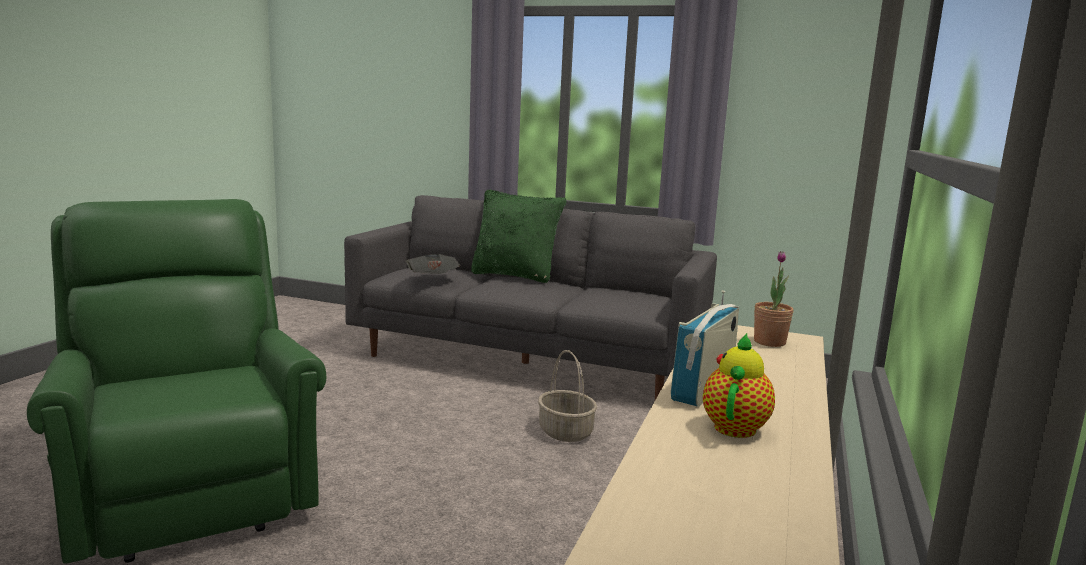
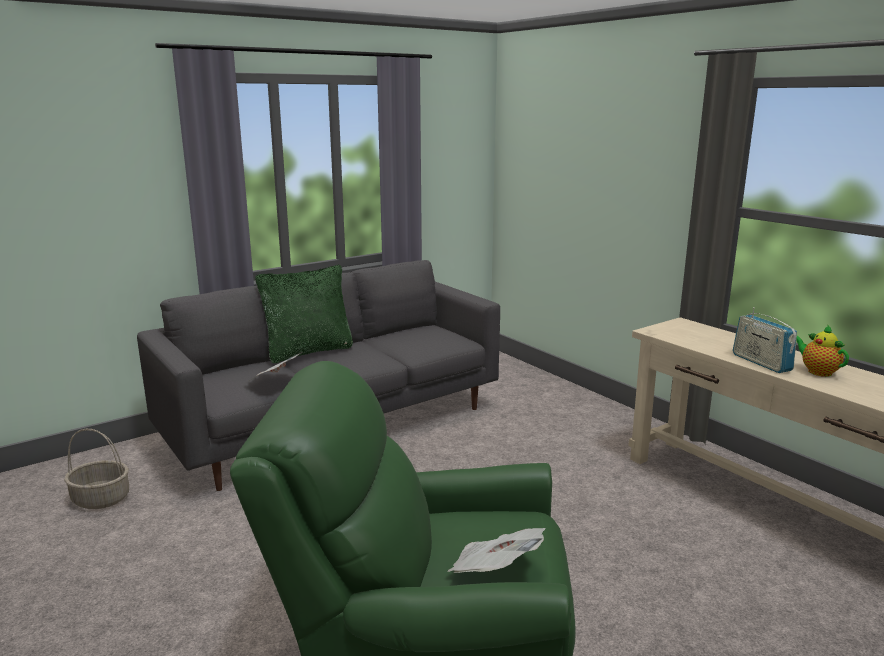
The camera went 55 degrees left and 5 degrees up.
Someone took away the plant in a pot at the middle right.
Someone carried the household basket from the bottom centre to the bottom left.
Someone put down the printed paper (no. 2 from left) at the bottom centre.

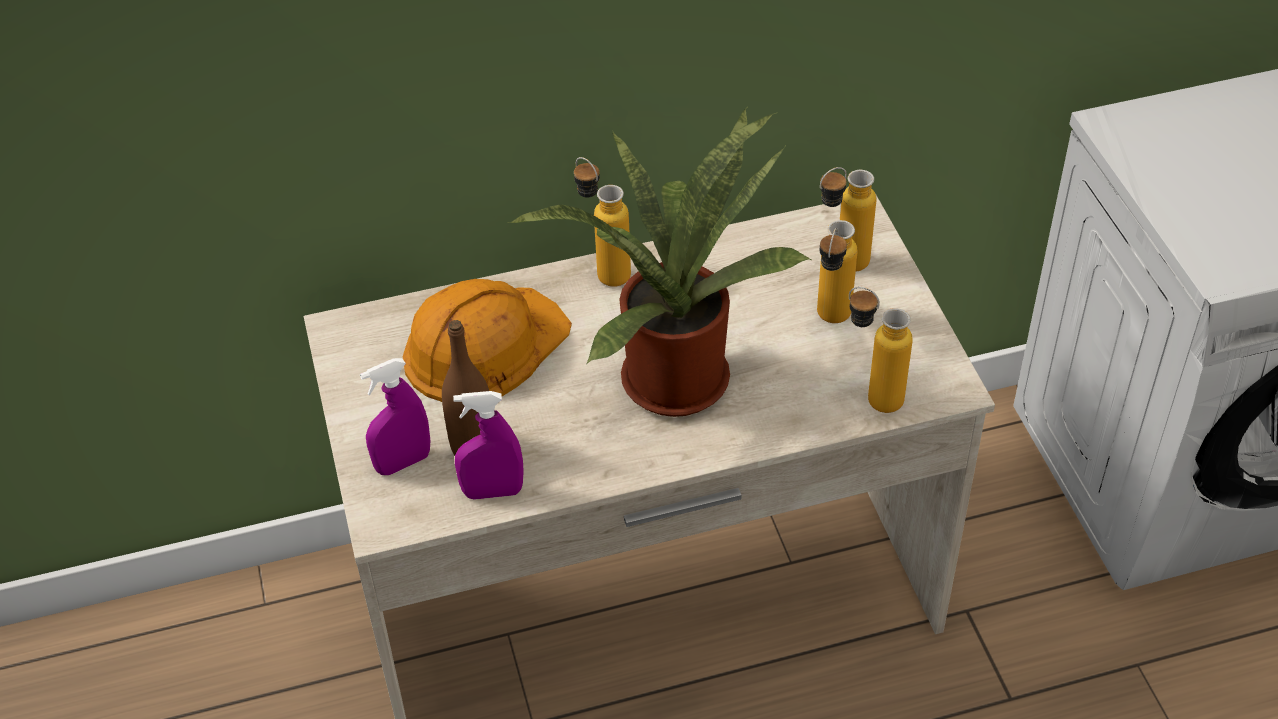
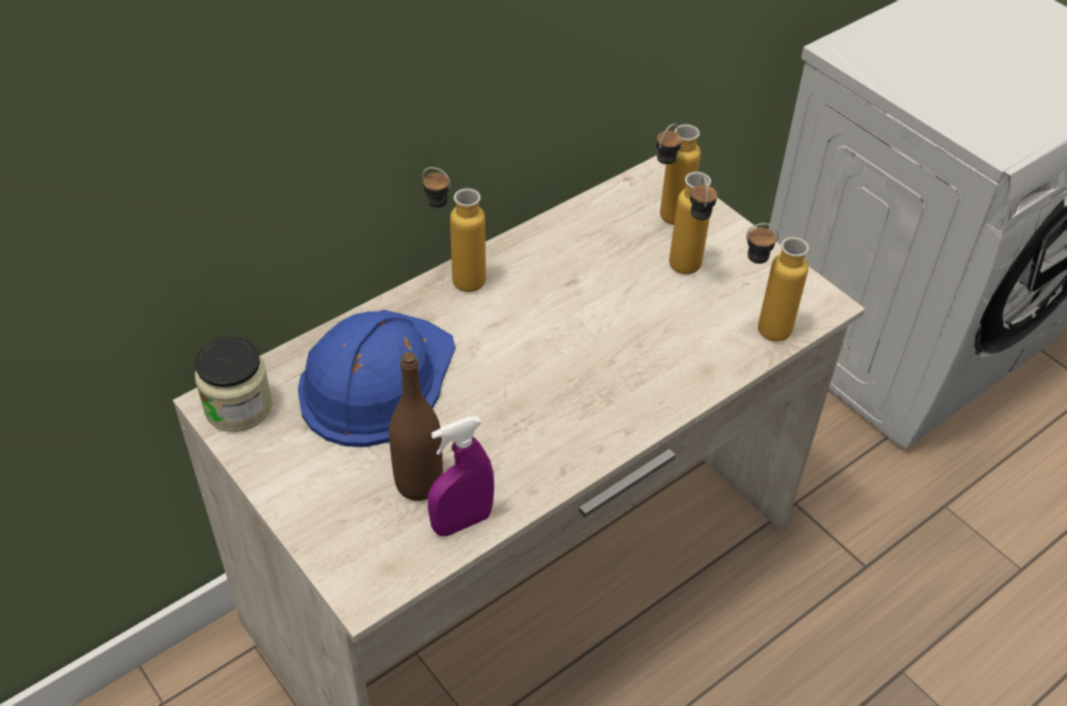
The camera went 25 degrees left and 0 degrees up.
Someone took away the plant in a pot at the centre.
Someone repainted the work helmet (orange) at the centre, which became the work helmet (blue-coloured) at the centre.
Someone took away the sprayer (purplish) (no. 1 from left) at the middle left.
Someone put down the storage jar at the middle left.

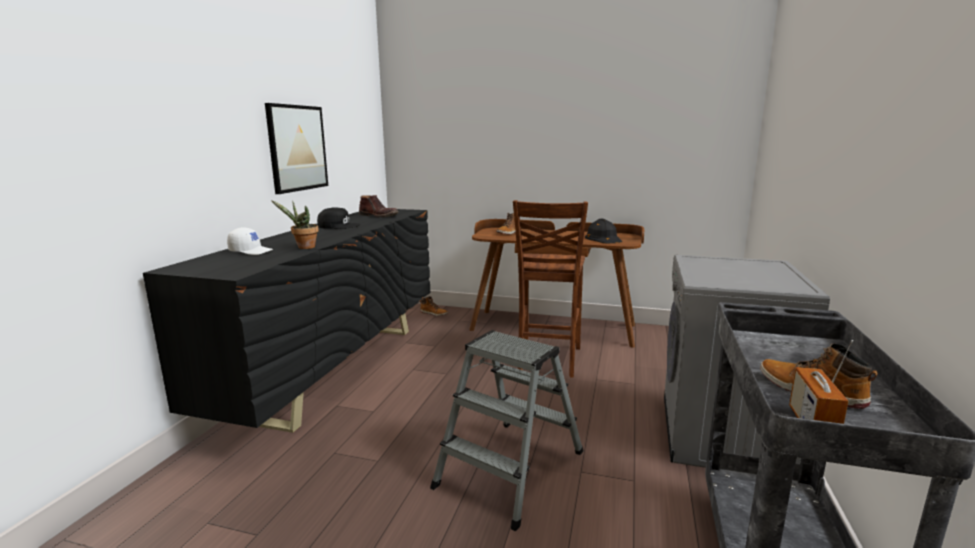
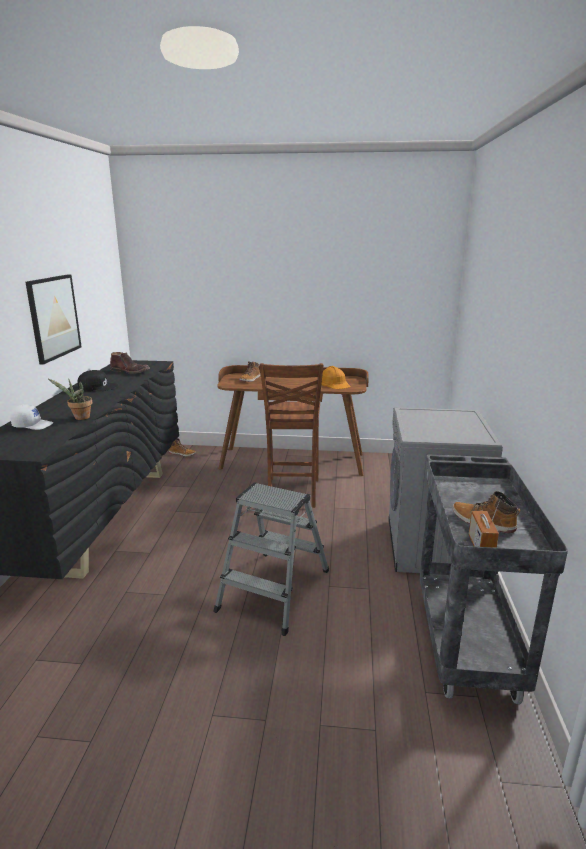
The camera went 10 degrees left and 5 degrees up.
Someone repainted the work helmet (blackish) at the centre, which became the work helmet (orange) at the centre.

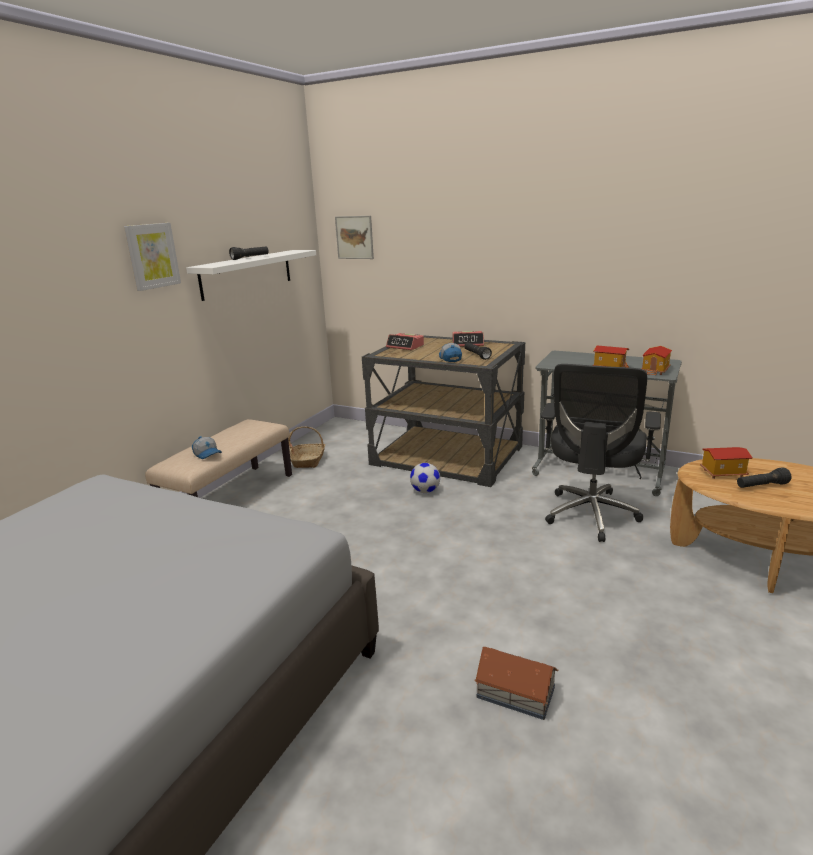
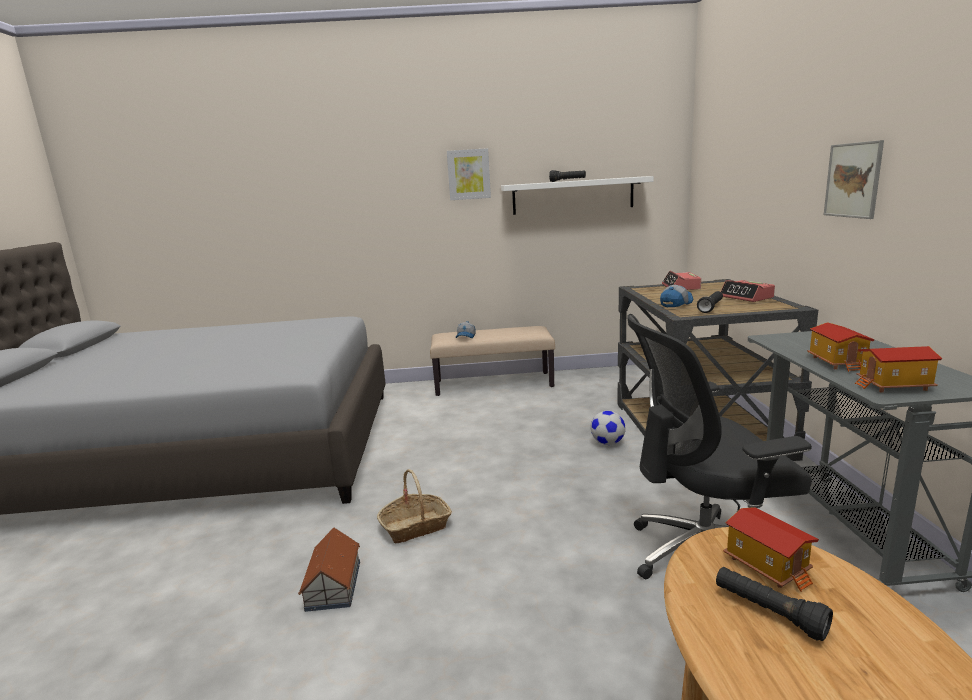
The camera went 60 degrees right and 5 degrees down.
Someone carried the picture (no. 2 from left) from the top centre to the top right.
Someone carried the household basket from the centre to the bottom centre.

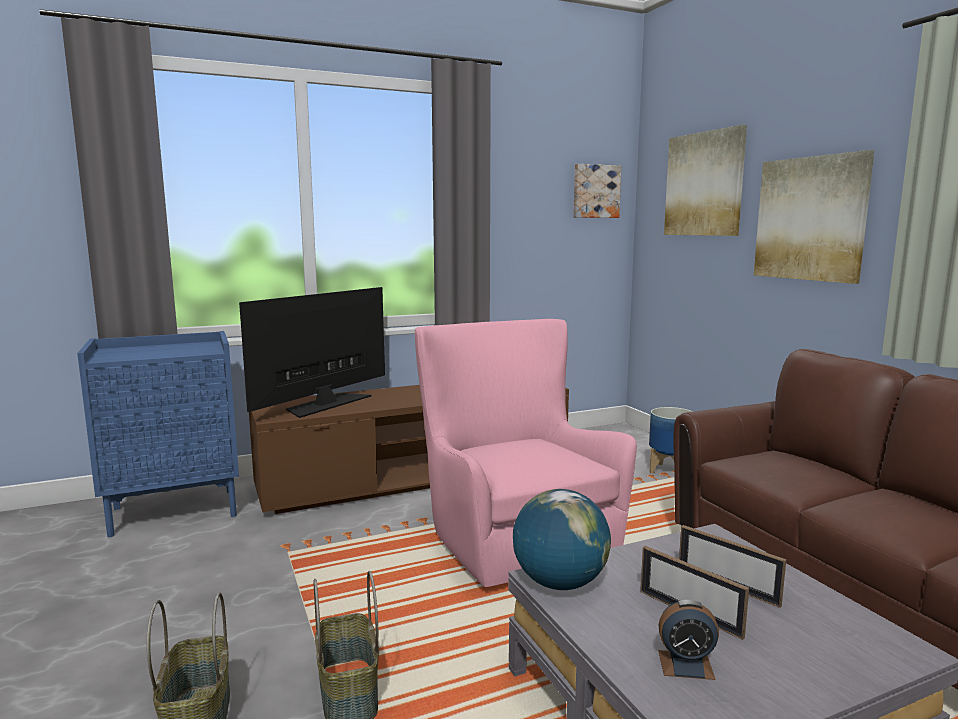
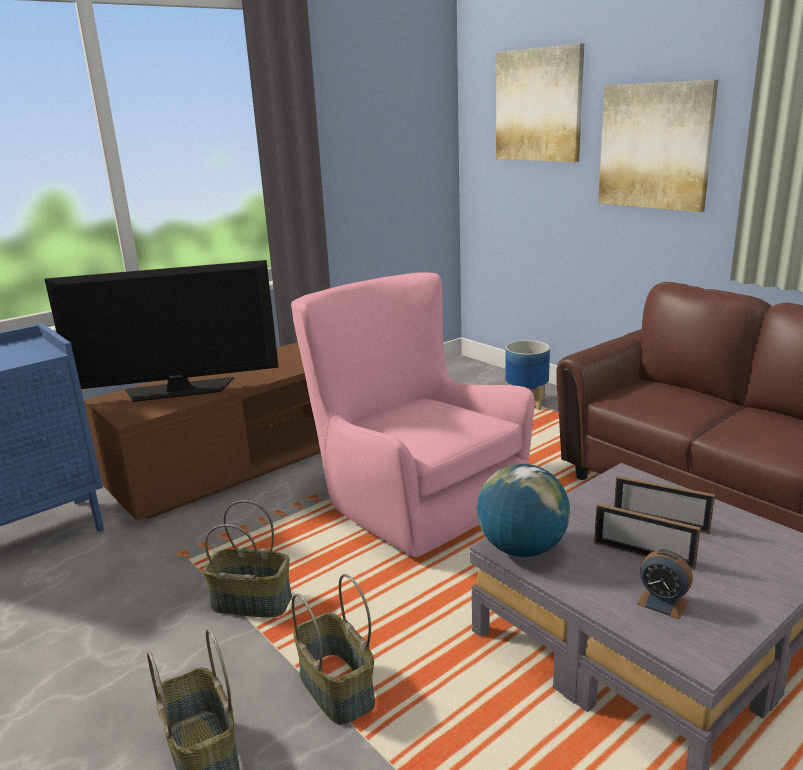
The camera went 15 degrees left and 10 degrees up.
Someone took away the picture (no. 1 from left) at the top centre.
Someone rotated the television at the middle left by 120 degrees counterclockwise.
Someone rotated the alarm clock at the bottom right by 45 degrees clockwise.
Someone put down the household basket (no. 2 from left) at the bottom left.

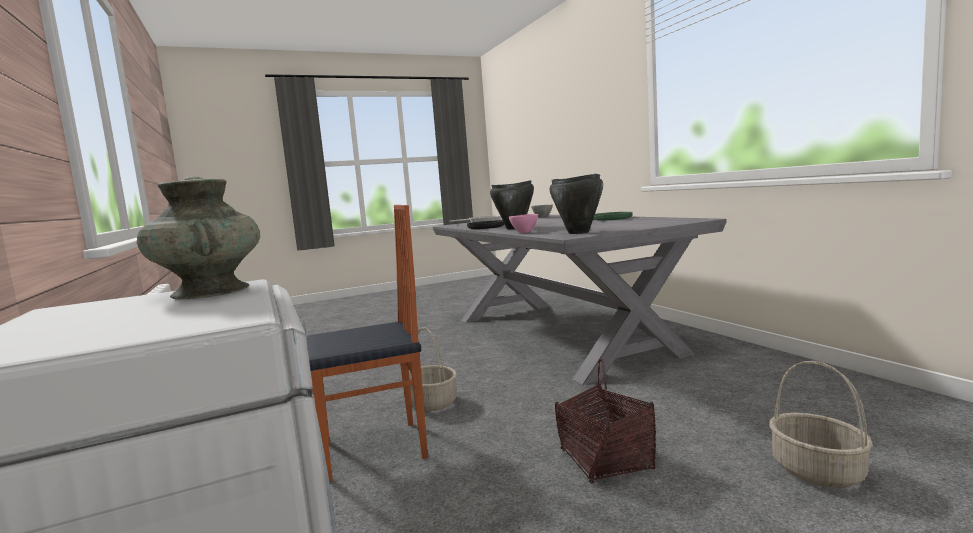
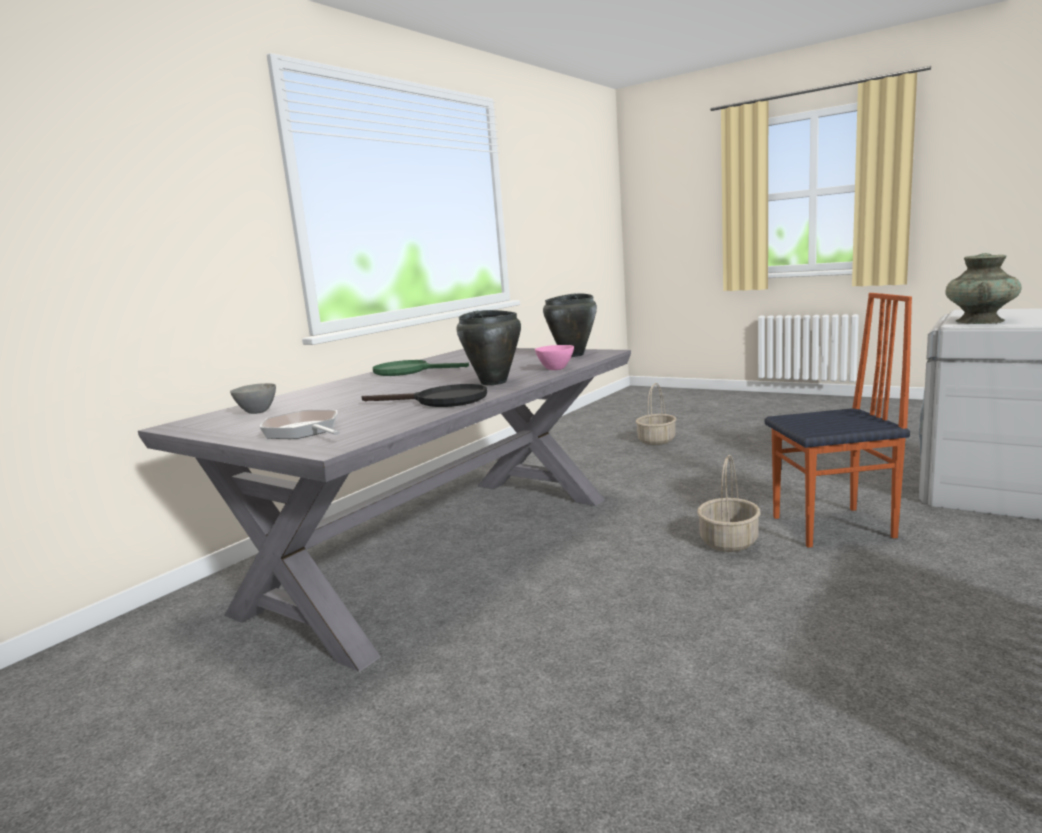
The camera went 120 degrees left and 5 degrees up.
Someone rotated the upright chair at the centre by 135 degrees clockwise.
Someone took away the household basket (no. 2 from left) at the bottom centre.

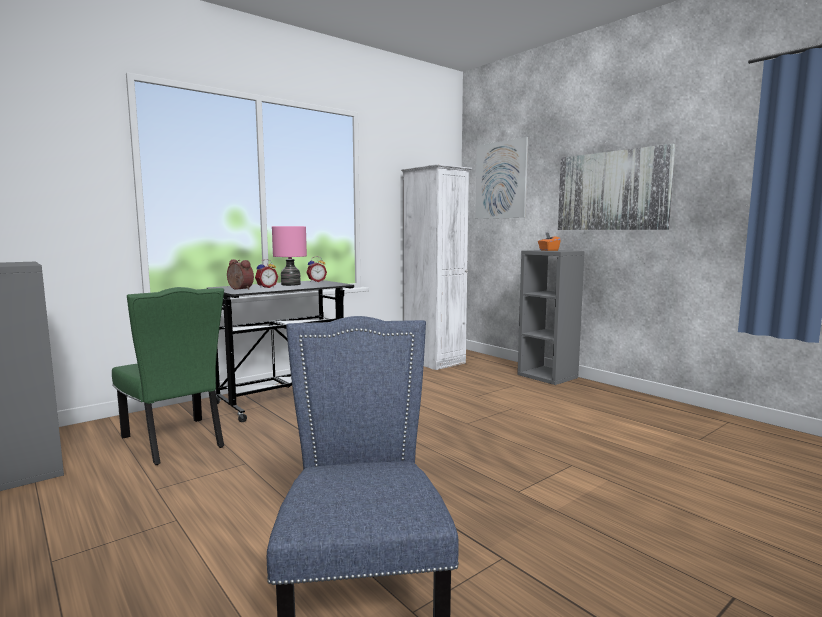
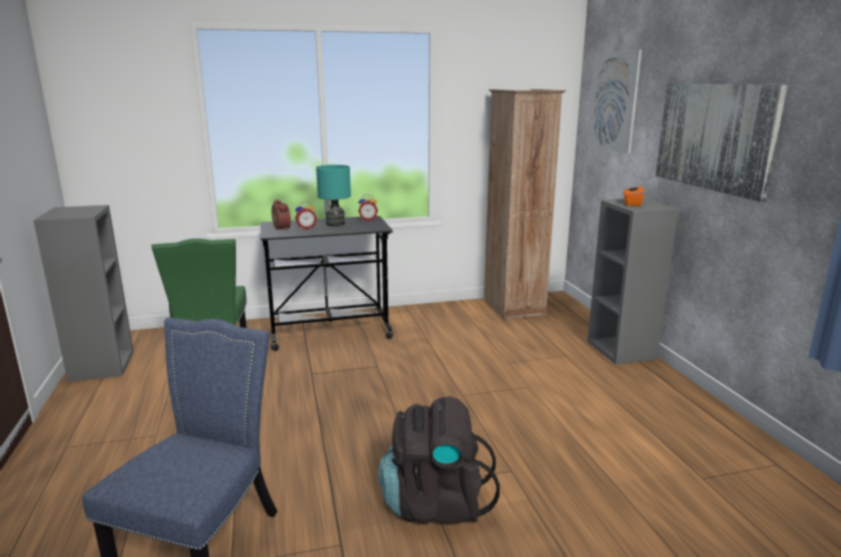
The camera went 25 degrees right and 10 degrees up.
Someone repainted the cabinet (white) at the centre, which became the cabinet (brown-coloured) at the centre.
Someone repainted the tabletop lamp (pink-coloured) at the centre, which became the tabletop lamp (turquoise-coloured) at the centre.
Someone put down the rucksack (blackish) at the bottom centre.

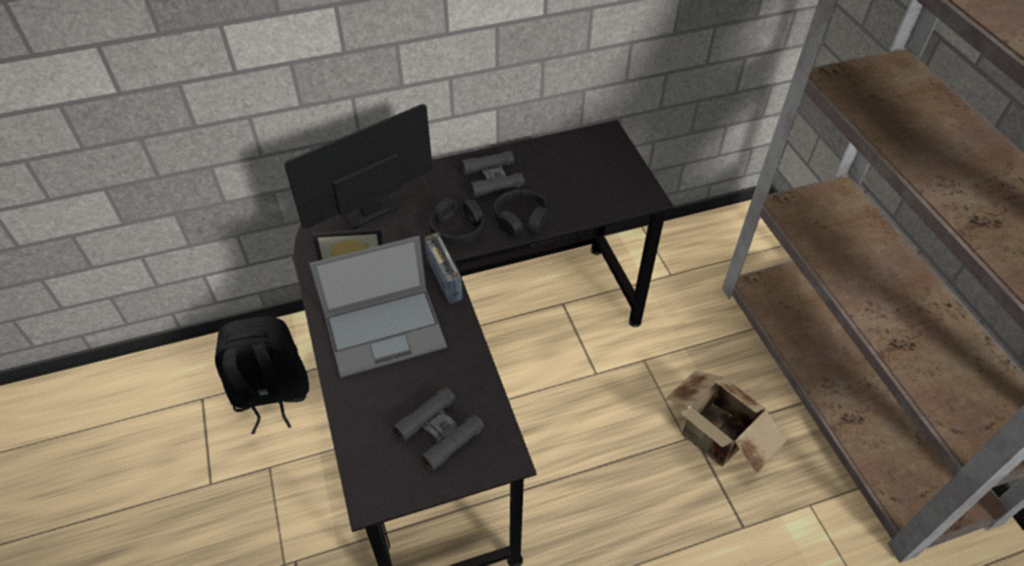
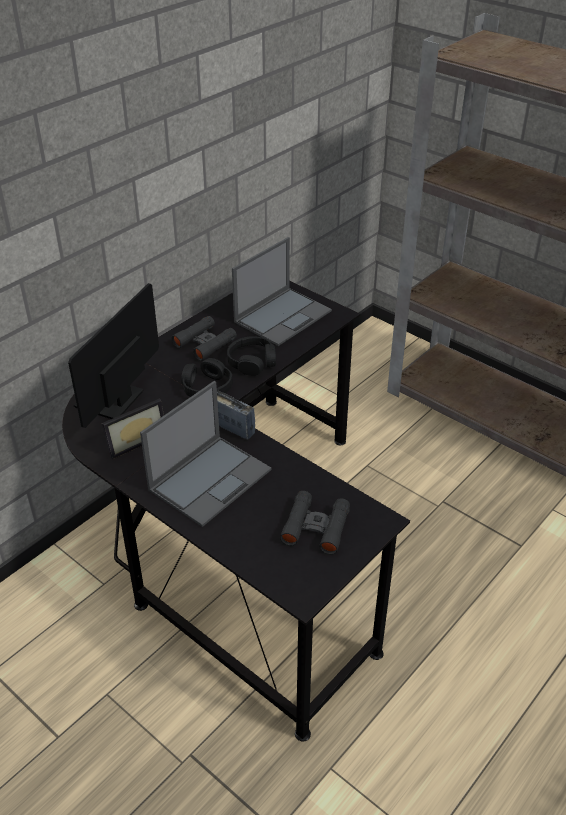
The camera went 30 degrees left and 10 degrees down.
Someone took away the rucksack (blackish) at the middle left.
Someone took away the carton at the bottom right.
Someone put down the laptop (no. 2 from left) at the centre.

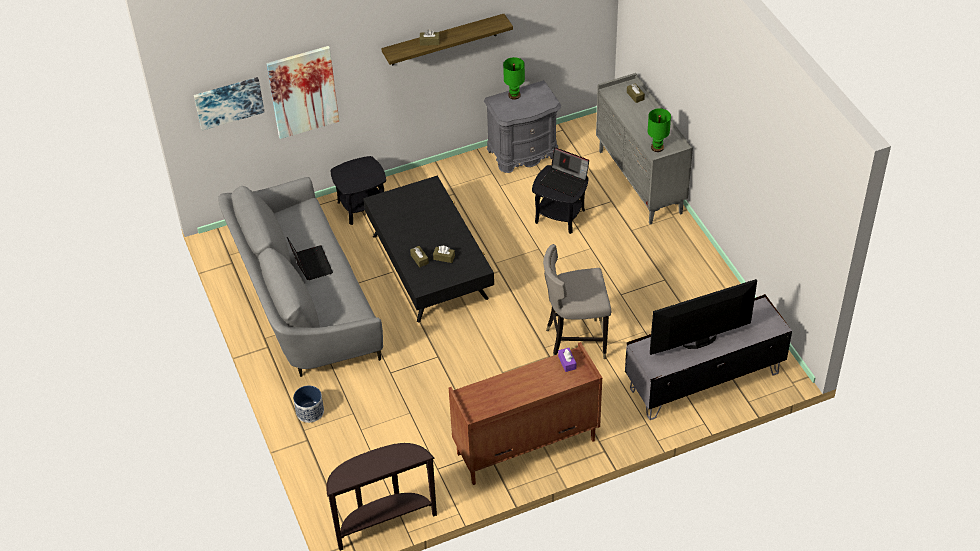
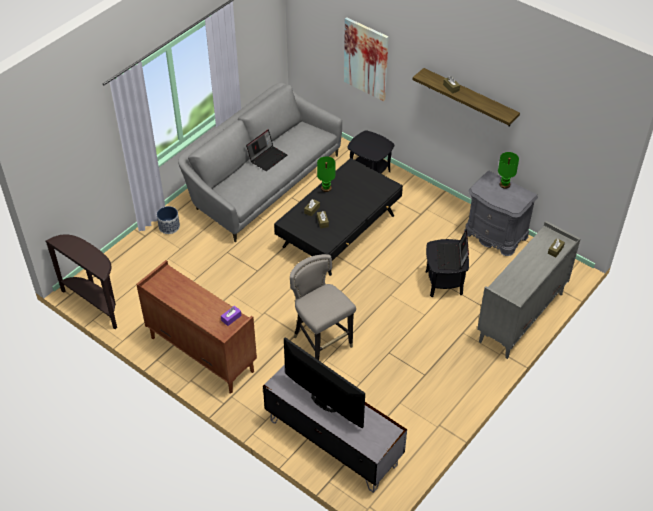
The camera went 60 degrees right and 0 degrees up.
Someone took away the picture (no. 1 from left) at the top left.
Someone carried the tabletop lamp (greenish) (no. 2 from left in the first image) from the top right to the centre.

